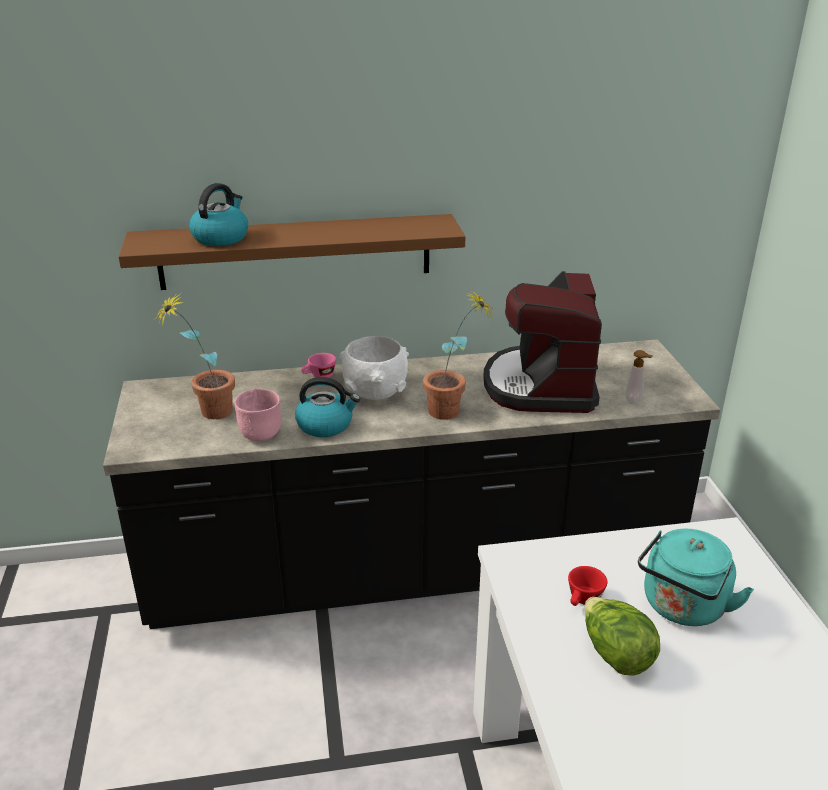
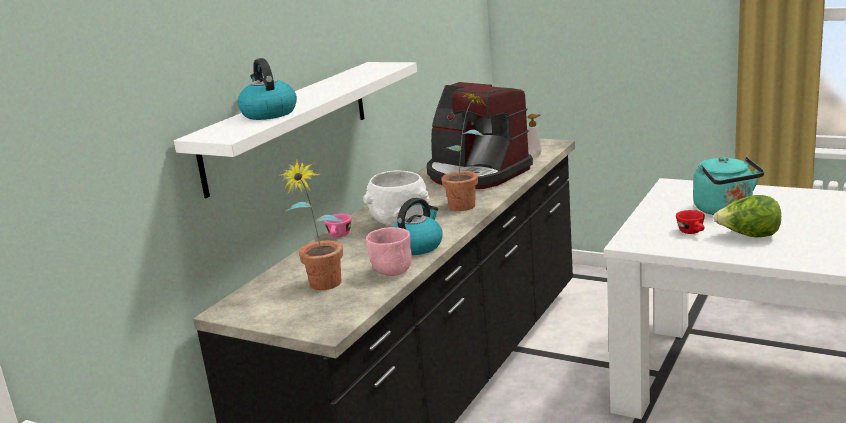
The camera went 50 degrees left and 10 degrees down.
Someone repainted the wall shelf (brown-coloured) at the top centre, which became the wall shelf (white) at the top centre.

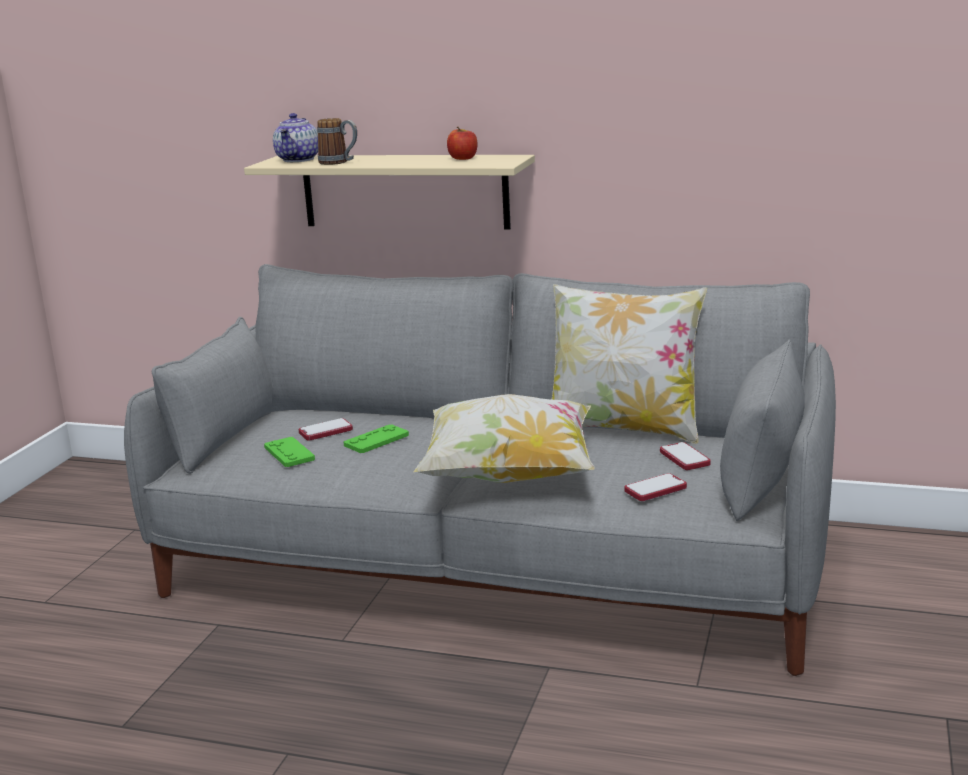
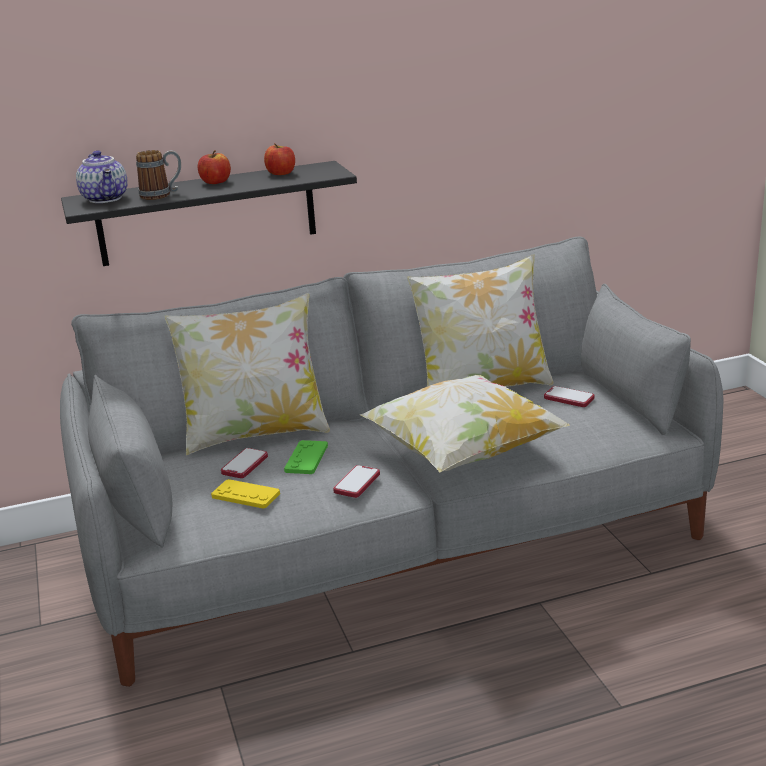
The camera went 35 degrees left and 5 degrees up.
Someone repainted the wall shelf (sand-coloured) at the top centre, which became the wall shelf (blackish) at the top left.
Someone repainted the joypad (greenish) (no. 1 from left) at the middle left, which became the joypad (yellow-coloured) at the middle left.
Someone carried the phone (no. 2 from left) from the middle right to the centre.
Someone put down the apple (no. 1 from left) at the top left.
Someone put down the pillow (no. 1 from left) at the middle left.

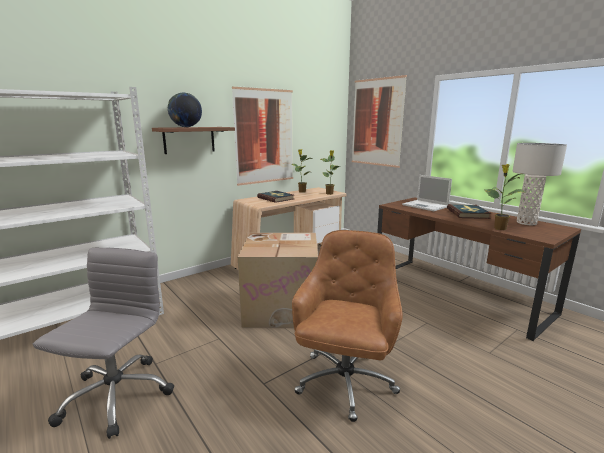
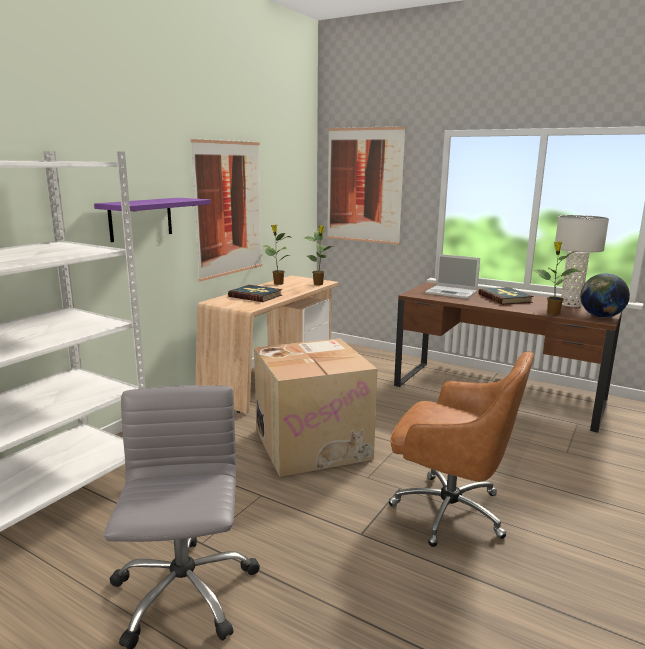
The camera went 20 degrees left and 0 degrees up.
Someone carried the world globe from the top left to the middle right.
Someone repainted the wall shelf (brown-coloured) at the top left, which became the wall shelf (purplish) at the middle left.
Someone rotated the desk chair (brown-coloured) at the bottom centre by 120 degrees clockwise.

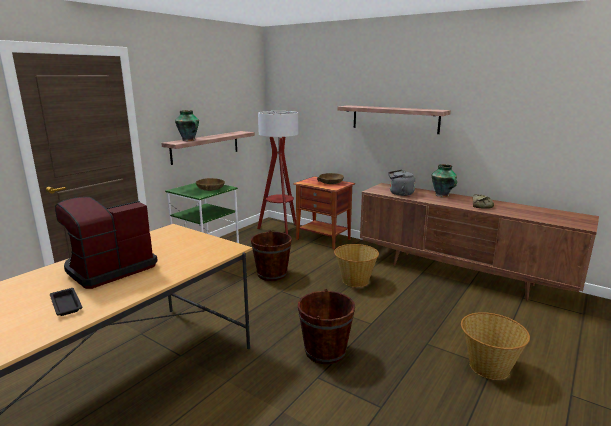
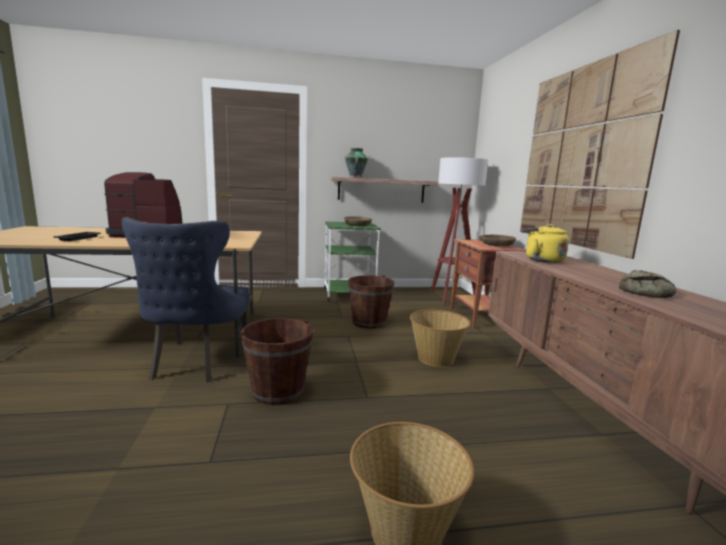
The camera went 45 degrees right and 5 degrees down.
Someone swapped the wall shelf (no. 2 from left) at the top centre for the picture at the top right.
Someone took away the flower vase (no. 2 from left) at the middle right.
Someone repainted the tea kettle (gray) at the centre, which became the tea kettle (yellow-coloured) at the middle right.
Someone put down the upright chair (blue-coloured) at the middle left.

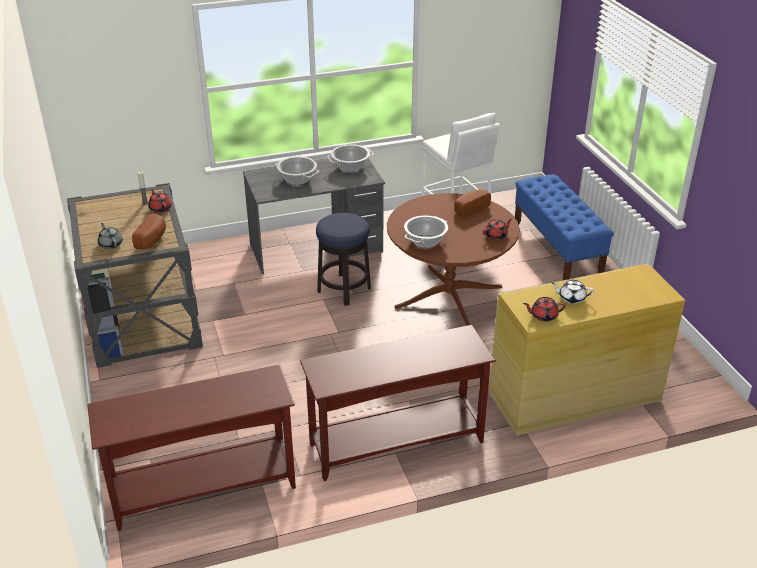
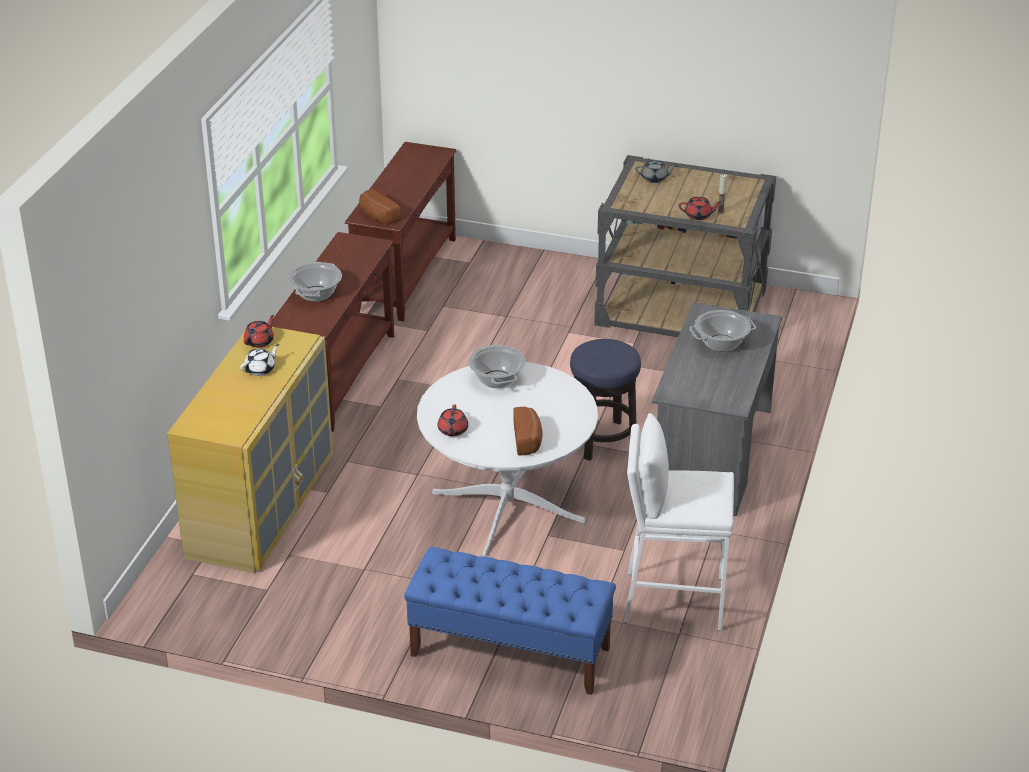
The camera went 125 degrees right and 0 degrees up.
Someone carried the saucepot (no. 2 from left in the first image) from the top centre to the middle left.
Someone repainted the dining table (brown-coloured) at the centre, which became the dining table (white) at the centre.
Someone carried the baked bread (no. 1 from left) from the middle left to the top centre.

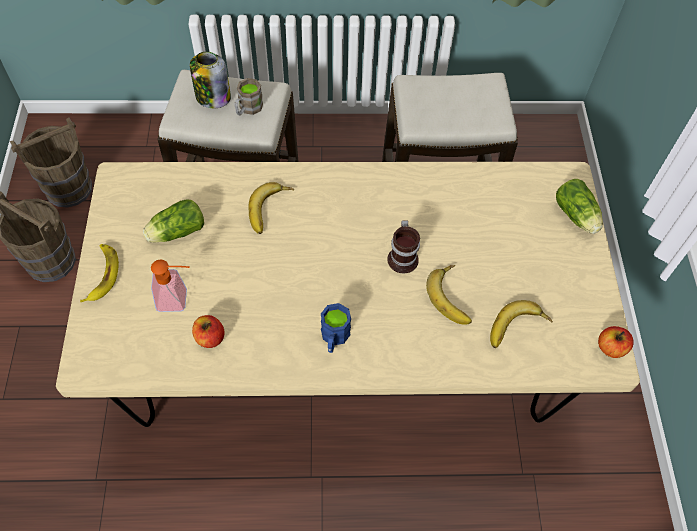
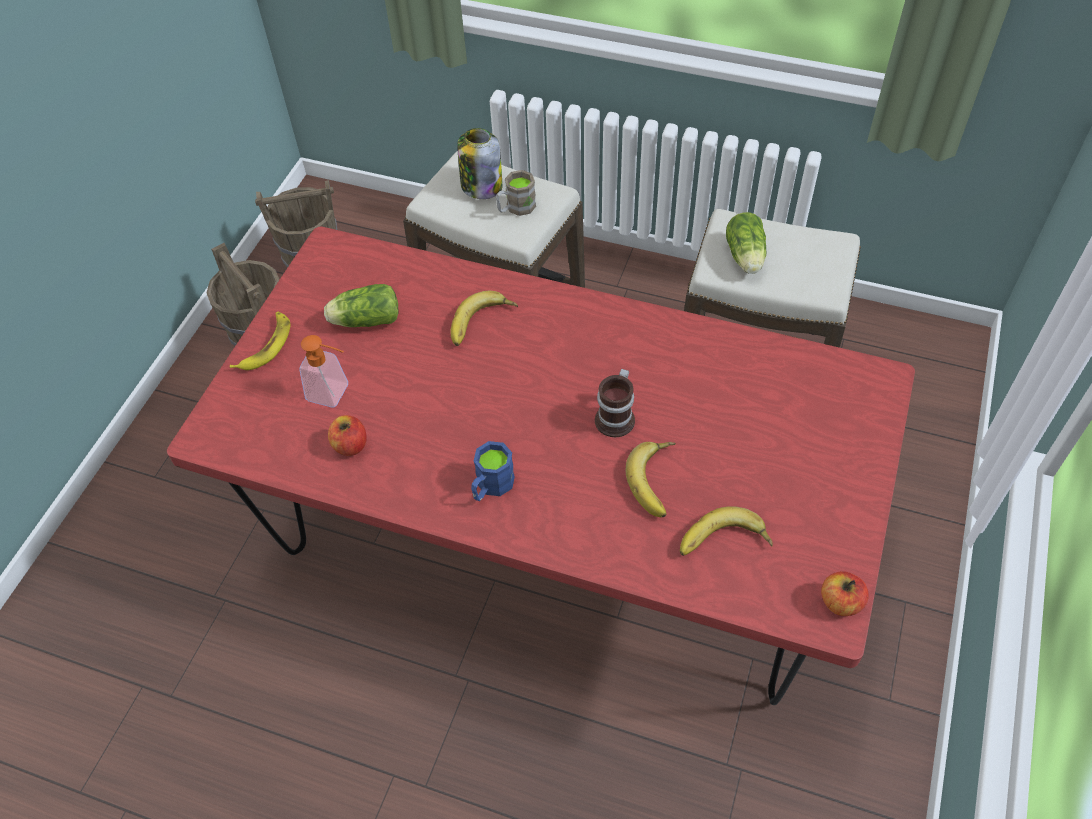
The camera went 25 degrees right and 5 degrees down.
Someone repainted the dining table (sand-coloured) at the centre, which became the dining table (red-coloured) at the centre.
Someone carried the lettuce head (no. 2 from left) from the middle right to the top right.

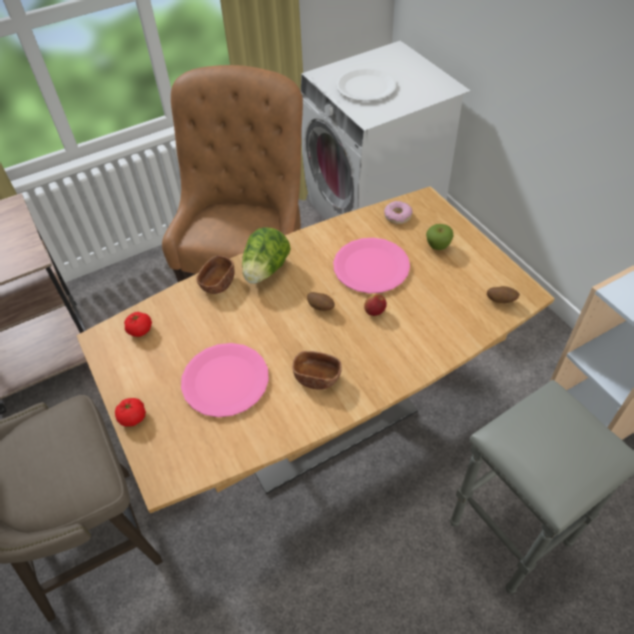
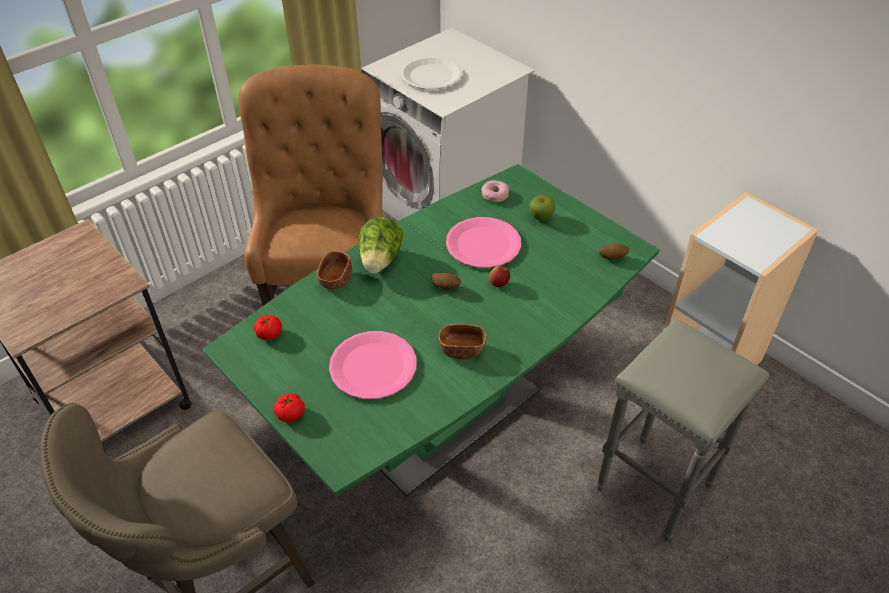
The camera went 15 degrees left and 5 degrees down.
Someone repainted the dining table (brown-coloured) at the centre, which became the dining table (greenish) at the centre.

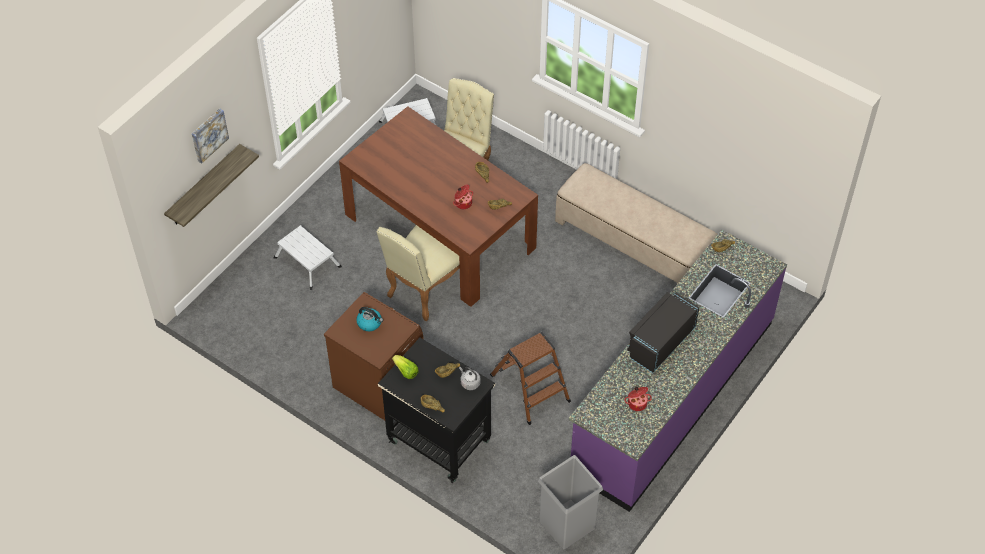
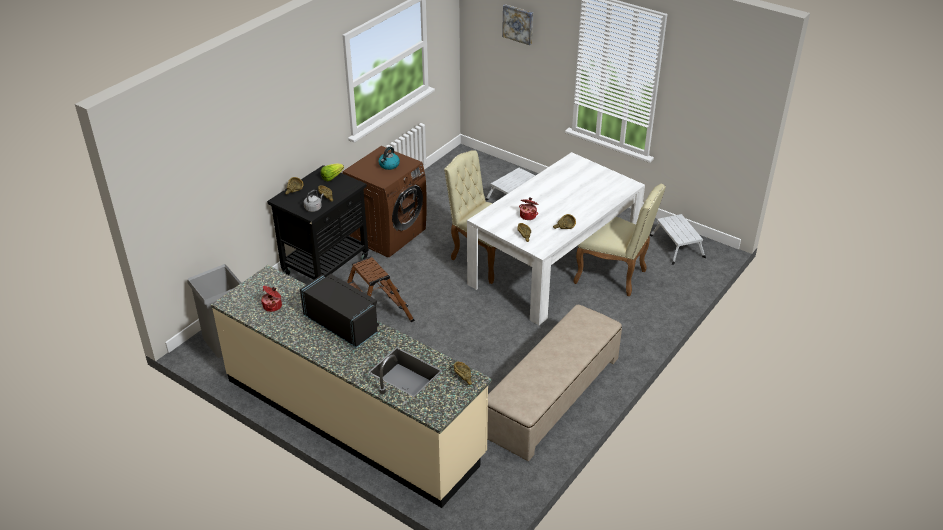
The camera went 90 degrees right and 15 degrees down.
Someone repainted the dining table (brown-coloured) at the centre, which became the dining table (white) at the centre.
Someone took away the wall shelf at the middle left.
Someone repainted the kitchen base unit (purplish) at the bottom right, which became the kitchen base unit (sand-coloured) at the bottom centre.

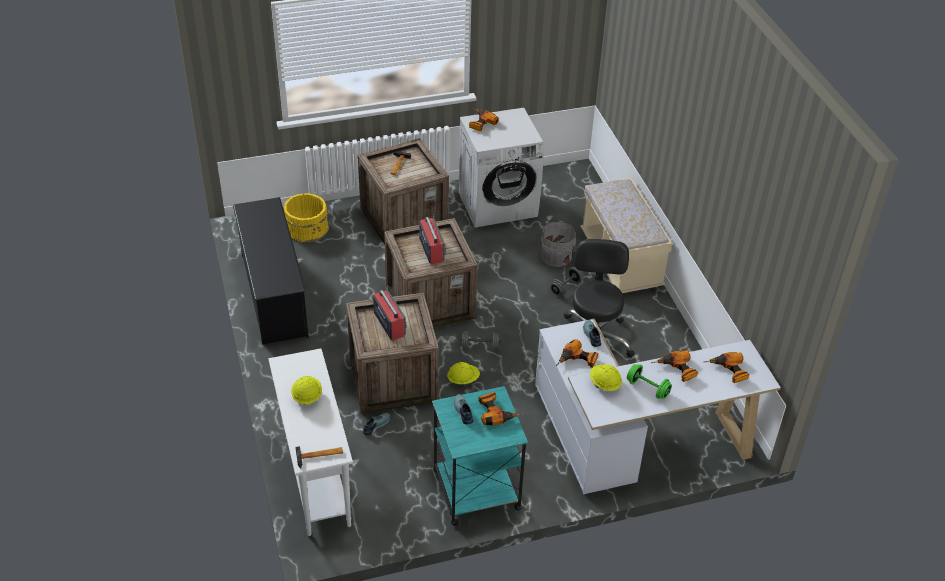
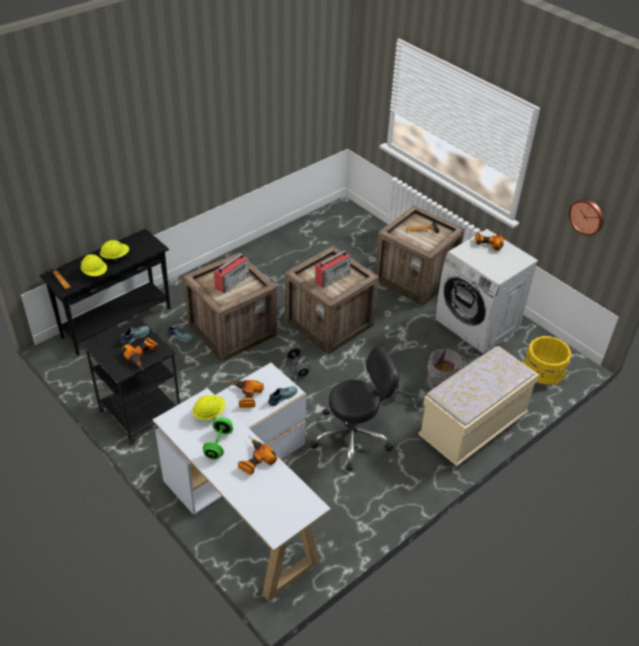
The camera went 65 degrees right and 0 degrees up.
Someone carried the bucket (yellow-coloured) from the middle left to the middle right.
Someone took away the shoe shelf (blackish) at the middle left.
Someone repainted the hall table (white) at the bottom left, which became the hall table (blackish) at the middle left.
Someone took away the electric drill (no. 5 from left) at the middle right.
Someone carried the work helmet (yellow-coloured) (no. 2 from left in the first image) from the centre to the middle left.
Someone repainted the cart (turquoise-coloured) at the bottom centre, which became the cart (blackish) at the middle left.
Someone put up the clock on the wall at the middle right.

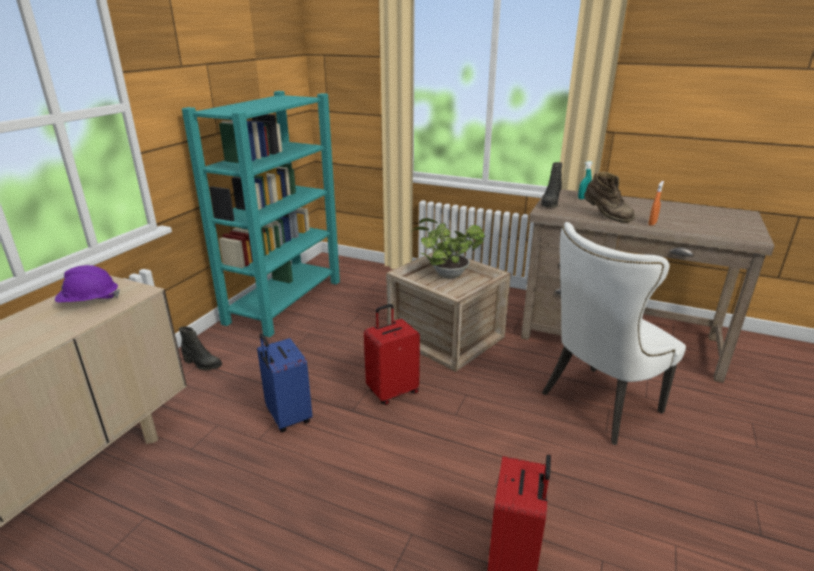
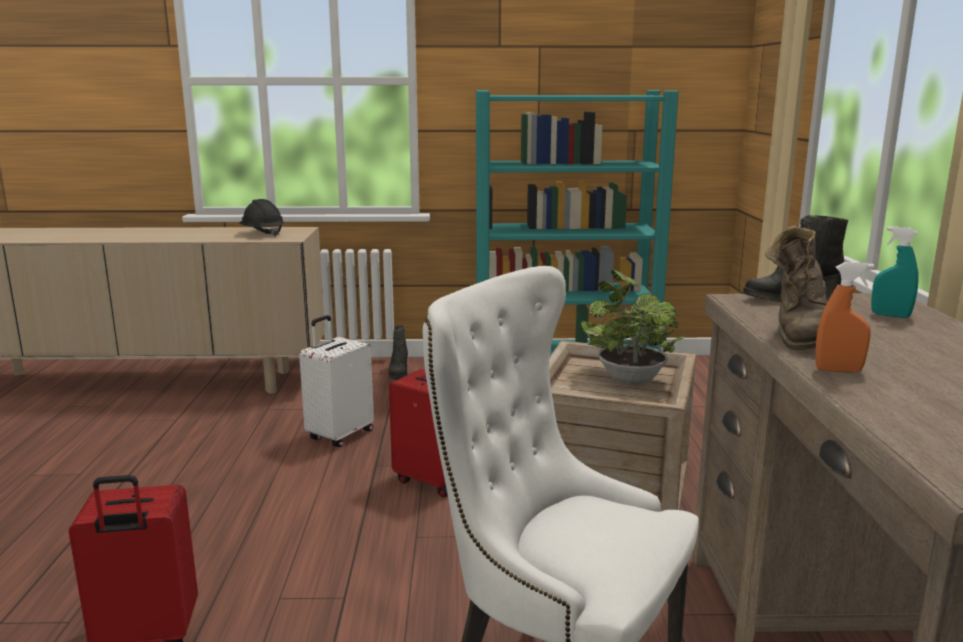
The camera went 65 degrees right and 10 degrees down.
Someone repainted the work helmet (purplish) at the middle left, which became the work helmet (blackish) at the middle left.
Someone repainted the travel case (blue-coloured) at the bottom centre, which became the travel case (white) at the centre.

